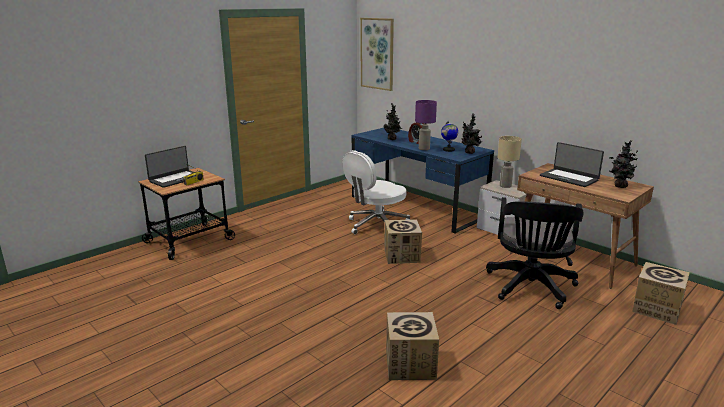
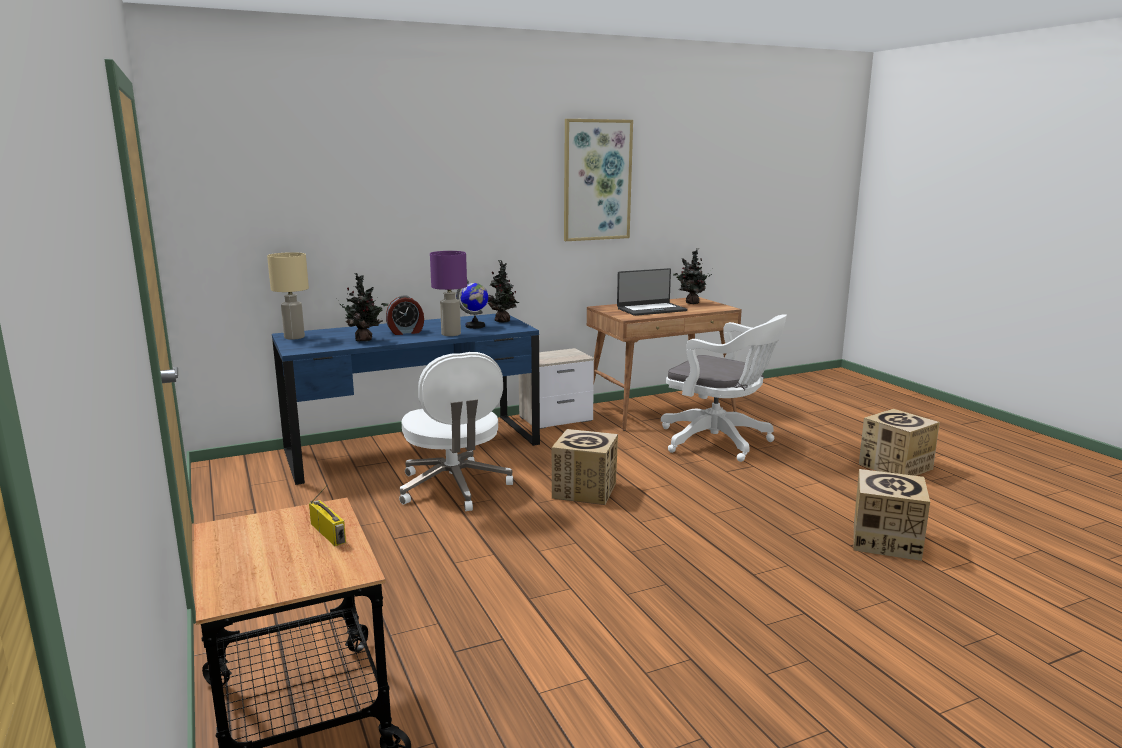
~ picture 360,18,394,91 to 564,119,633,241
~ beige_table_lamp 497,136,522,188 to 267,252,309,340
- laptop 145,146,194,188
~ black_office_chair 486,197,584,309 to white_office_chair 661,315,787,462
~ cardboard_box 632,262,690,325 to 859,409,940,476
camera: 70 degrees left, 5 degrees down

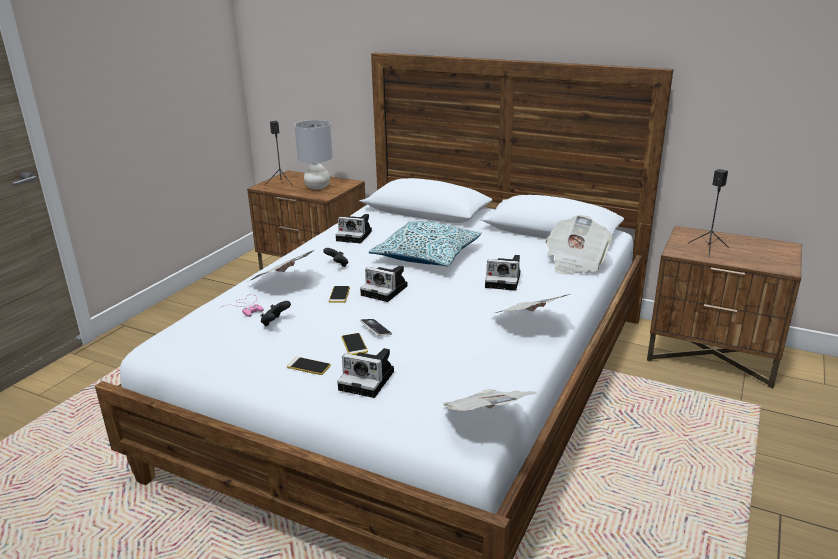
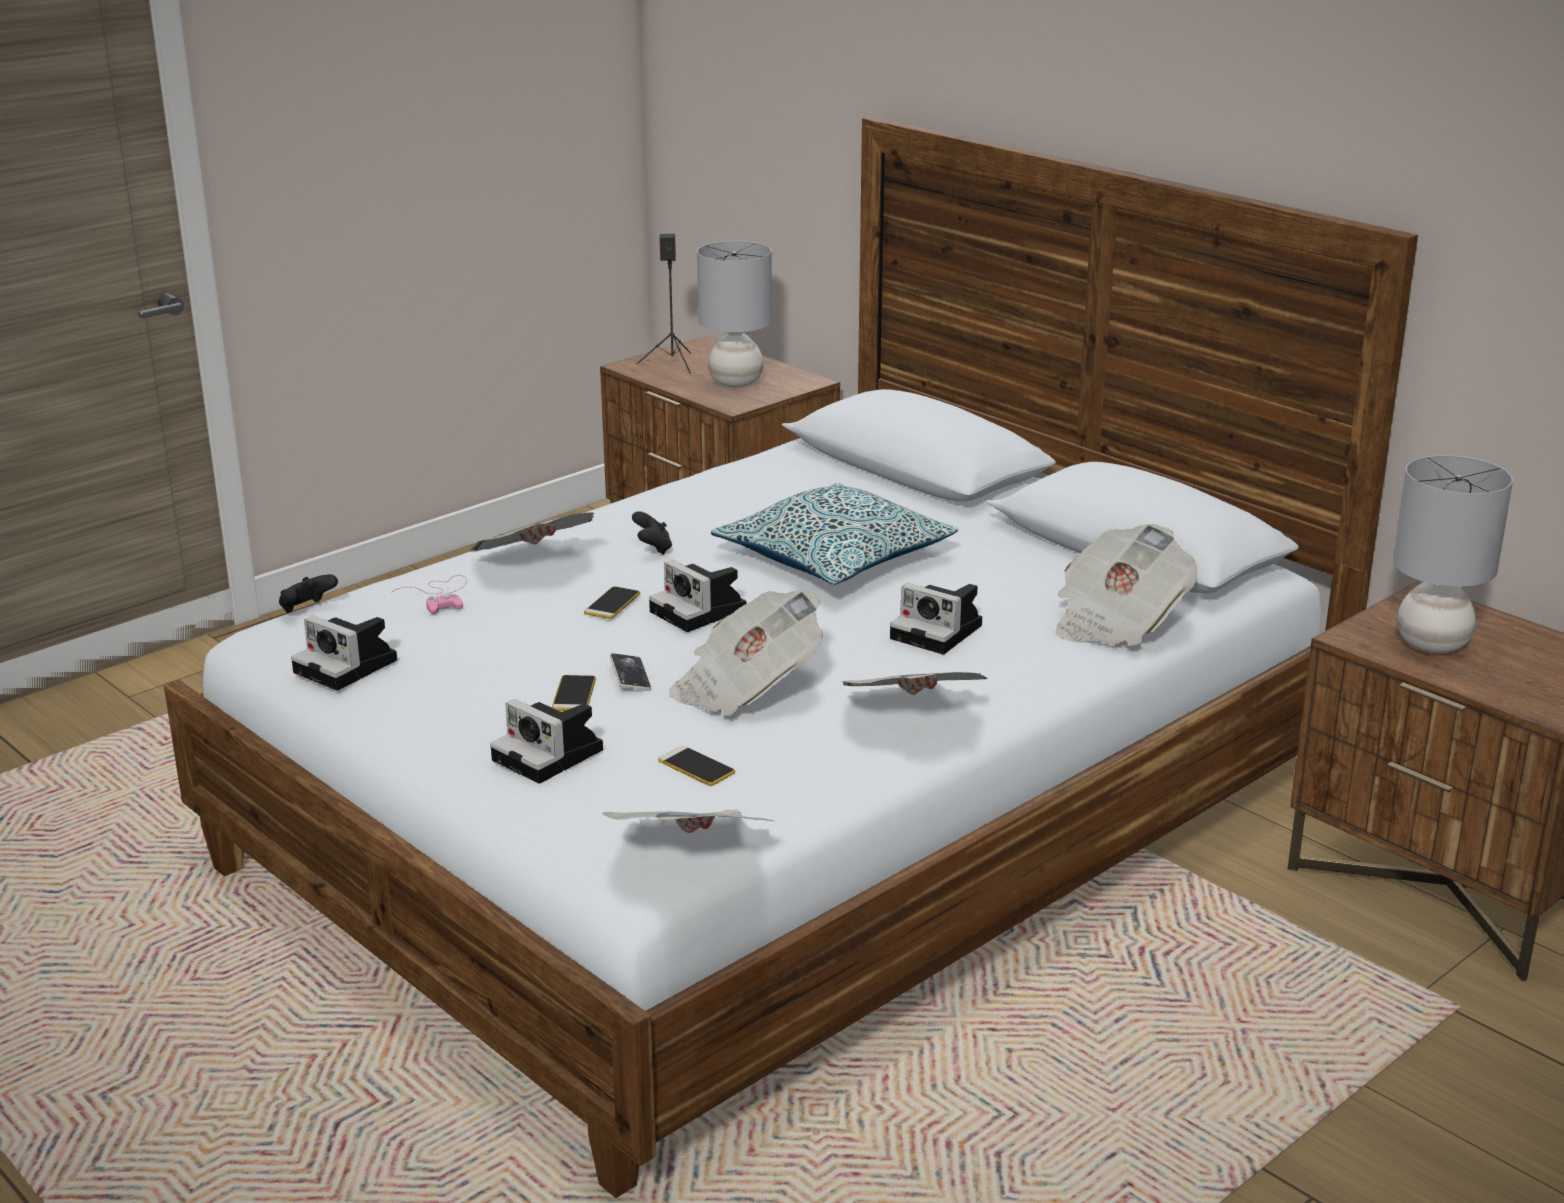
~ black_speaker 689,169,729,258 to grey_table_lamp 1393,455,1513,653
~ photo_camera 335,214,372,244 to 291,615,397,691
~ black_game_controller 261,301,291,326 to 279,574,338,613
~ phone 287,357,331,375 to 658,746,735,786
+ newspaper 669,591,823,716
camera: 20 degrees right, 0 degrees up

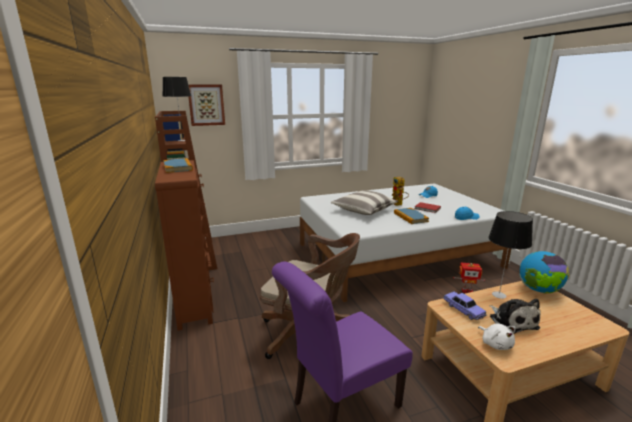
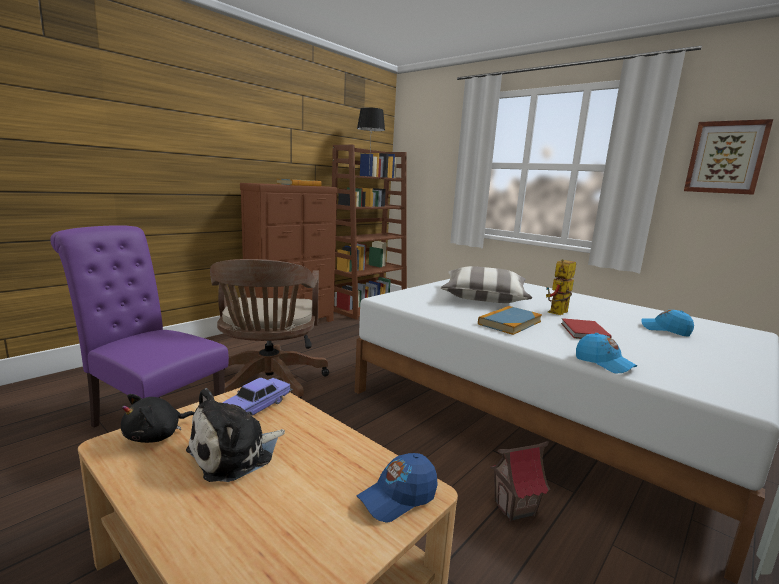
~ picture 188,84,225,126 to 684,119,773,195
- table_lamp 488,211,533,299
~ globe 519,251,569,293 to blue_cap 356,453,438,523
~ toy_robot 453,263,485,293 to toy_house 490,442,550,522
~ white_plush_toy 478,323,516,350 to black_plush_toy 121,394,195,443
camera: 60 degrees right, 5 degrees down

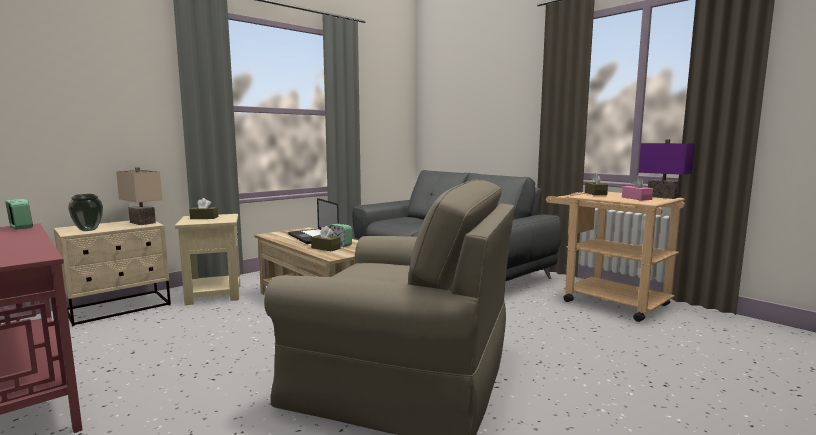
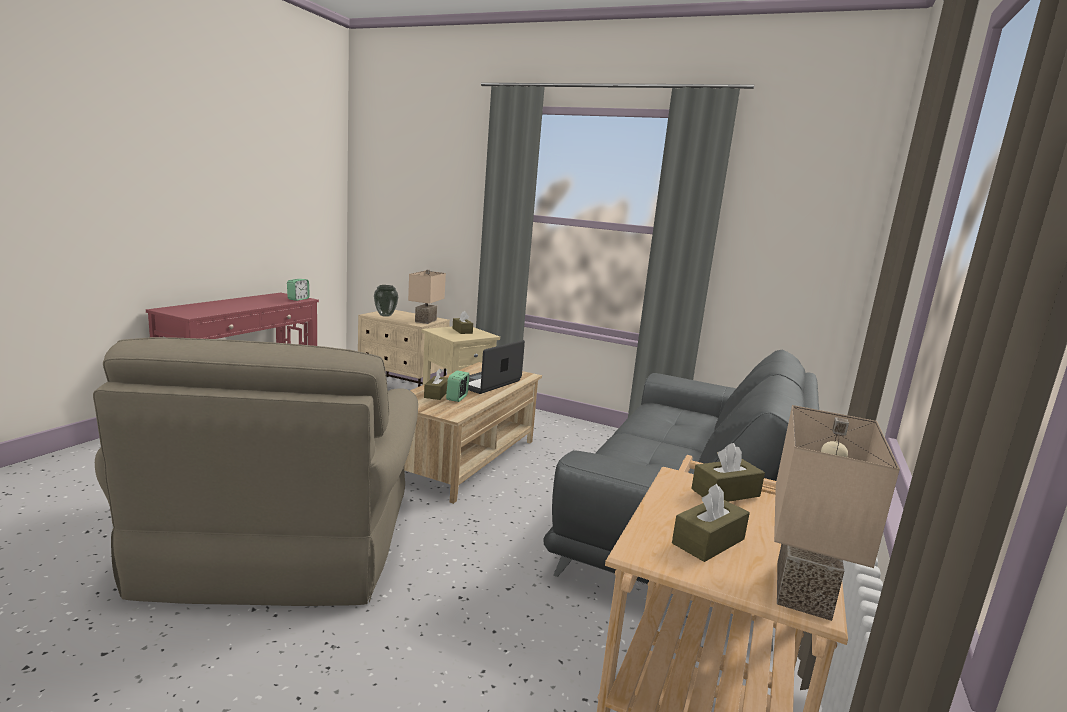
~ purple_table_lamp 638,139,695,199 to beige_table_lamp 774,405,900,621
~ pink_tissue_box 622,176,653,200 to brown_tissue_box 672,484,750,562
camera: 65 degrees right, 5 degrees up

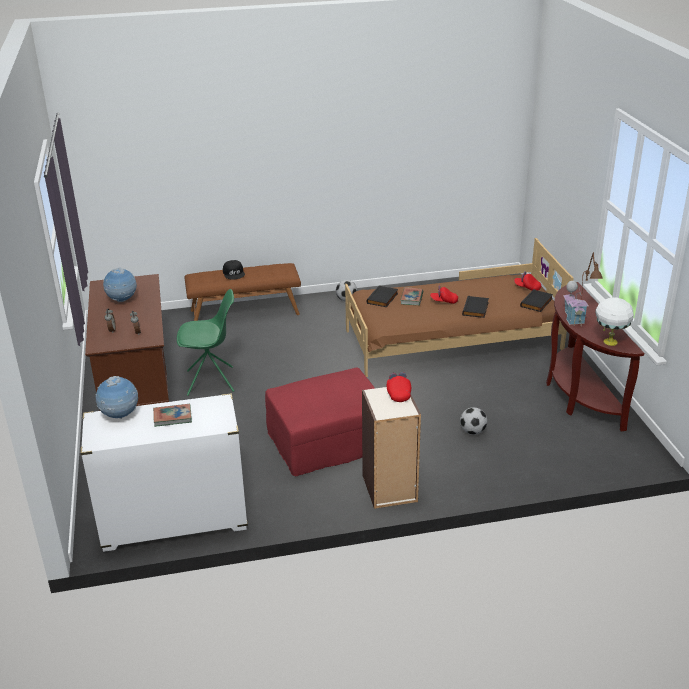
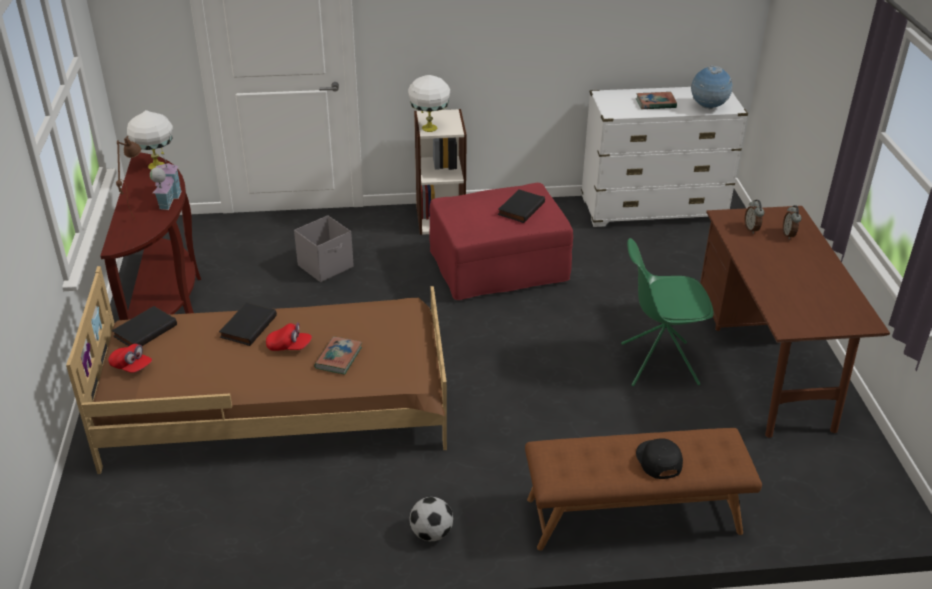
- globe 103,267,137,302
~ black_book 367,285,398,307 to 498,189,545,223
~ red_cap 387,372,411,402 to white_table_lamp 408,75,450,132
~ football 460,407,487,435 to grey_storage_box 294,215,354,282
camera: 175 degrees left, 5 degrees up

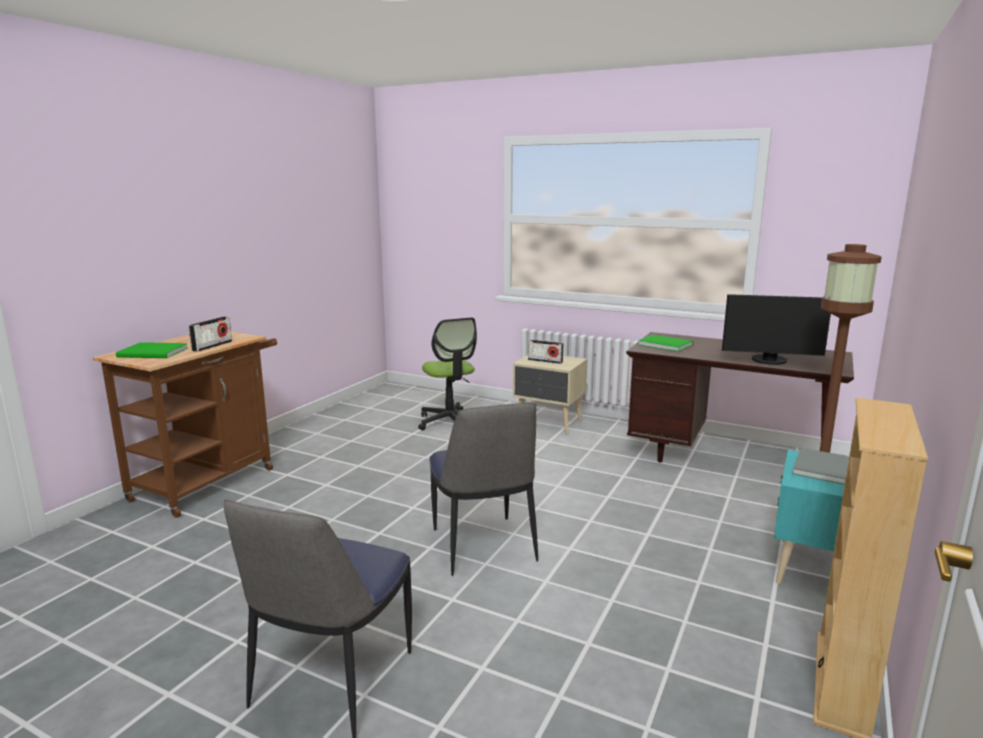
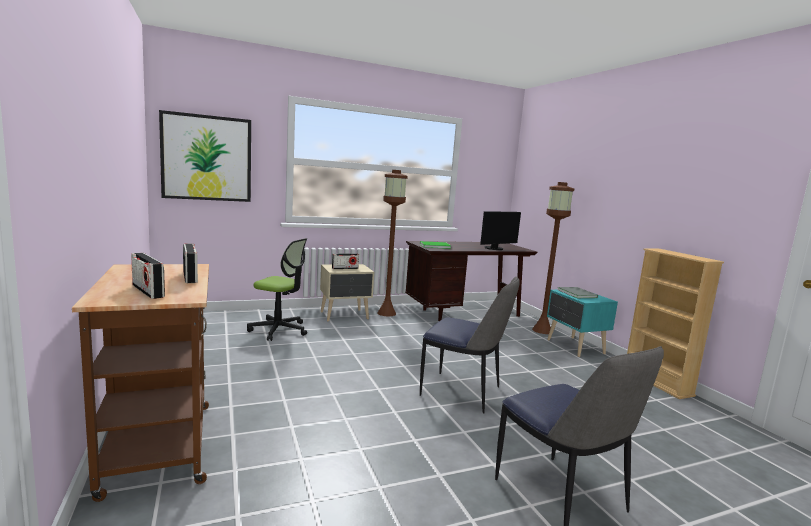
~ green_book 116,342,188,358 to radio 131,253,165,299
+ picture 159,110,251,202
+ brown_floor_lamp 378,170,408,316
camera: 50 degrees left, 5 degrees down

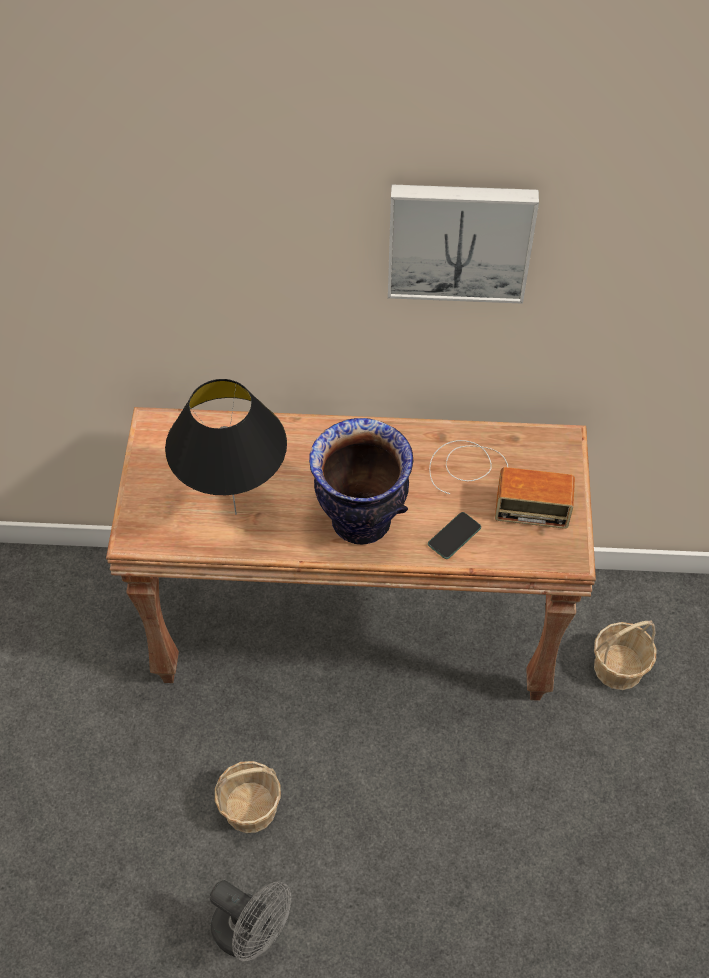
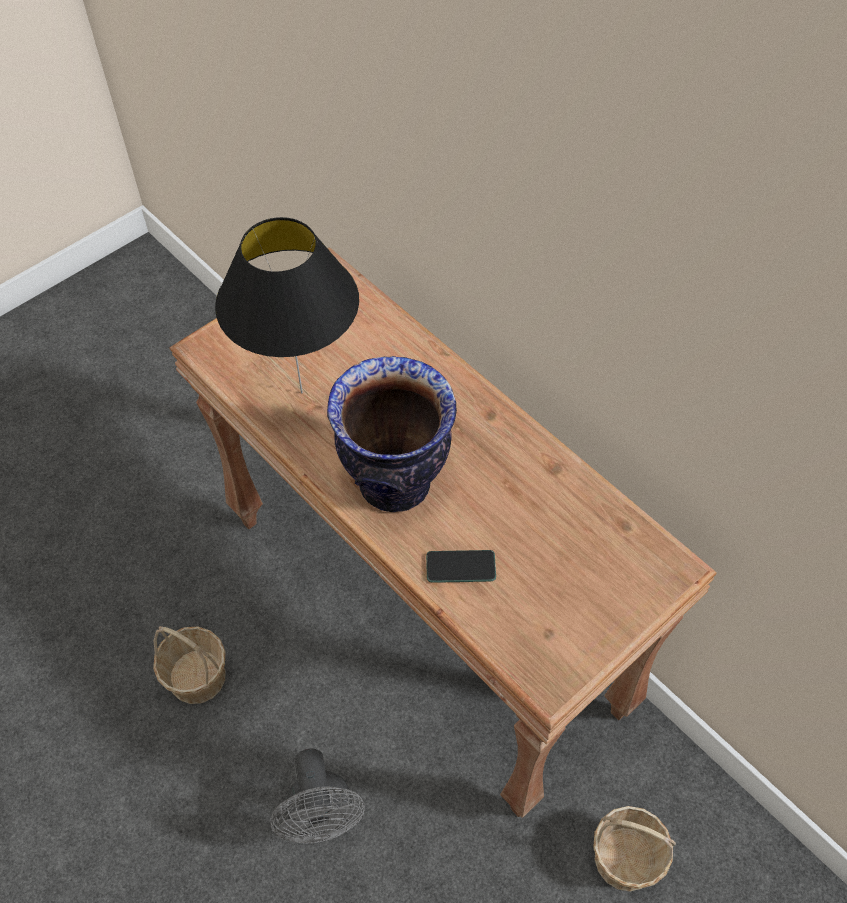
- picture 388,184,539,304
- radio 429,440,575,529
~ grey_fan 210,880,291,961 to 270,748,365,843
camera: 45 degrees right, 0 degrees up

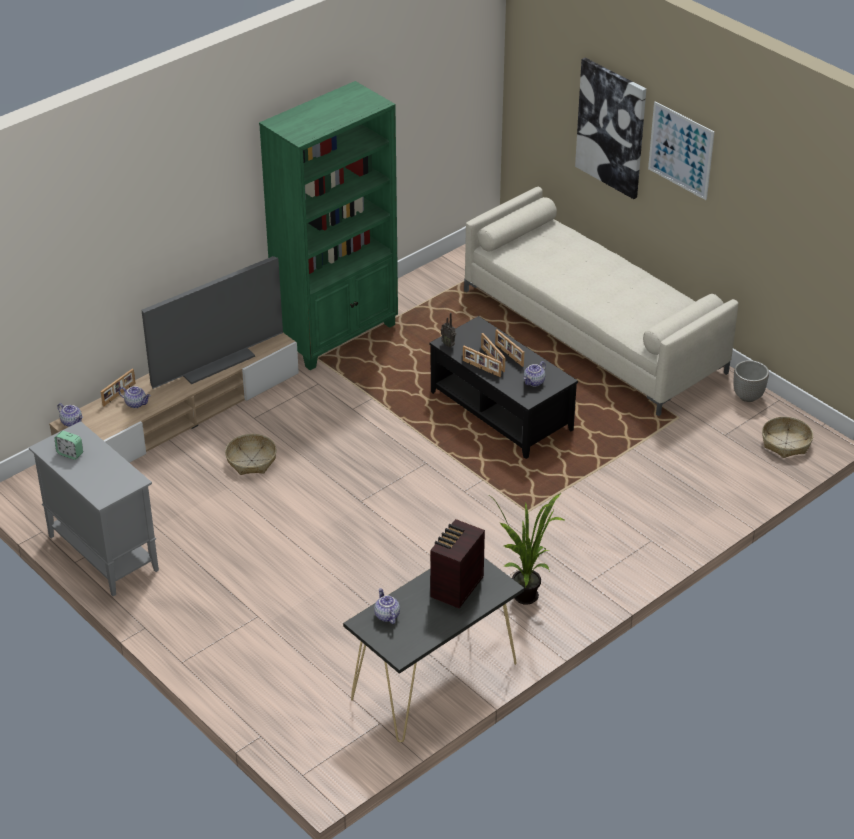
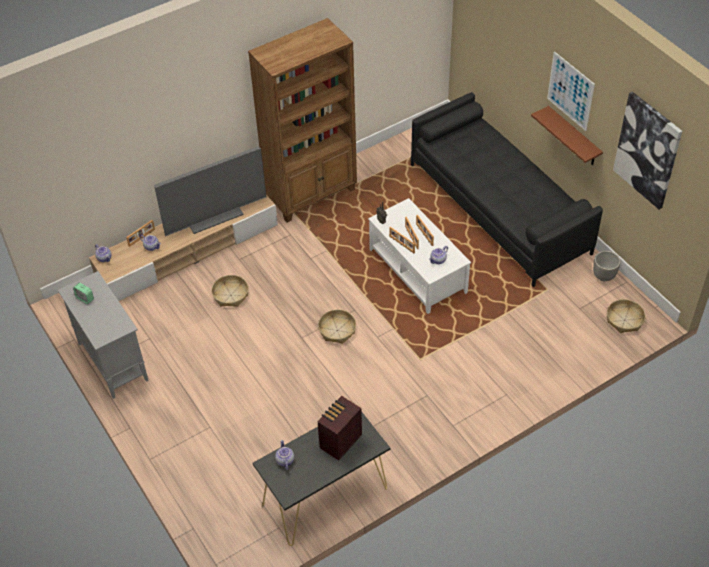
~ picture 575,58,646,199 to 613,91,682,209
~ green_bookcase 259,81,398,370 to brown_bookcase 248,18,357,222
~ beige_sofa 464,187,738,416 to black_sofa 411,92,603,287
~ black_coffee_table 429,316,578,459 to white_coffee_table 368,198,471,314
- potted_plant 488,493,564,605
+ brown_shelf 531,106,603,166
+ basket 318,309,356,344
camera: 10 degrees right, 10 degrees up

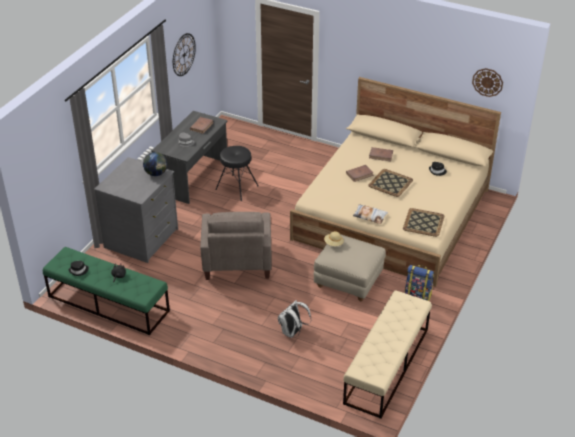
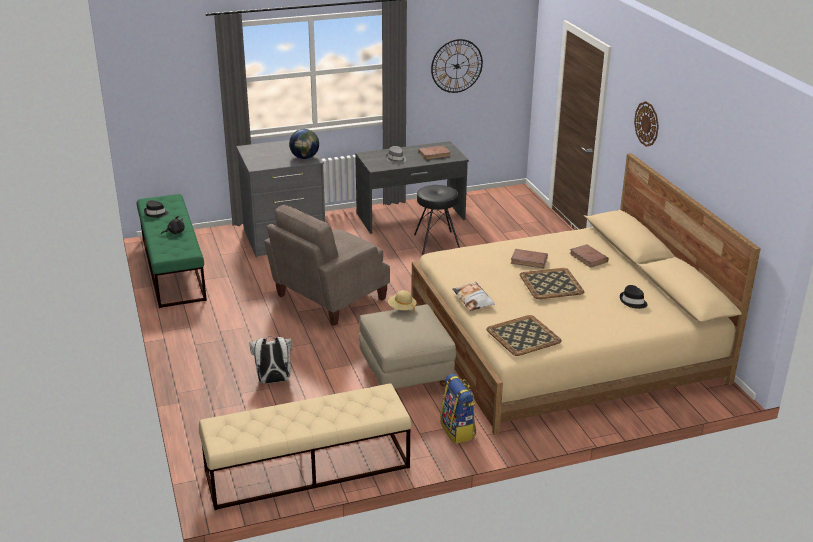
~ wall_clock 472,68,503,97 to 634,101,659,147
camera: 45 degrees right, 10 degrees down

